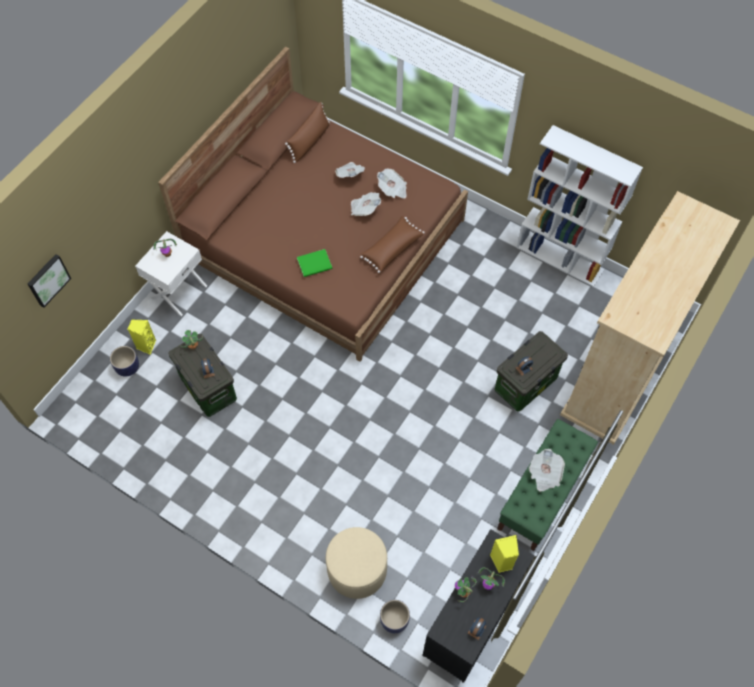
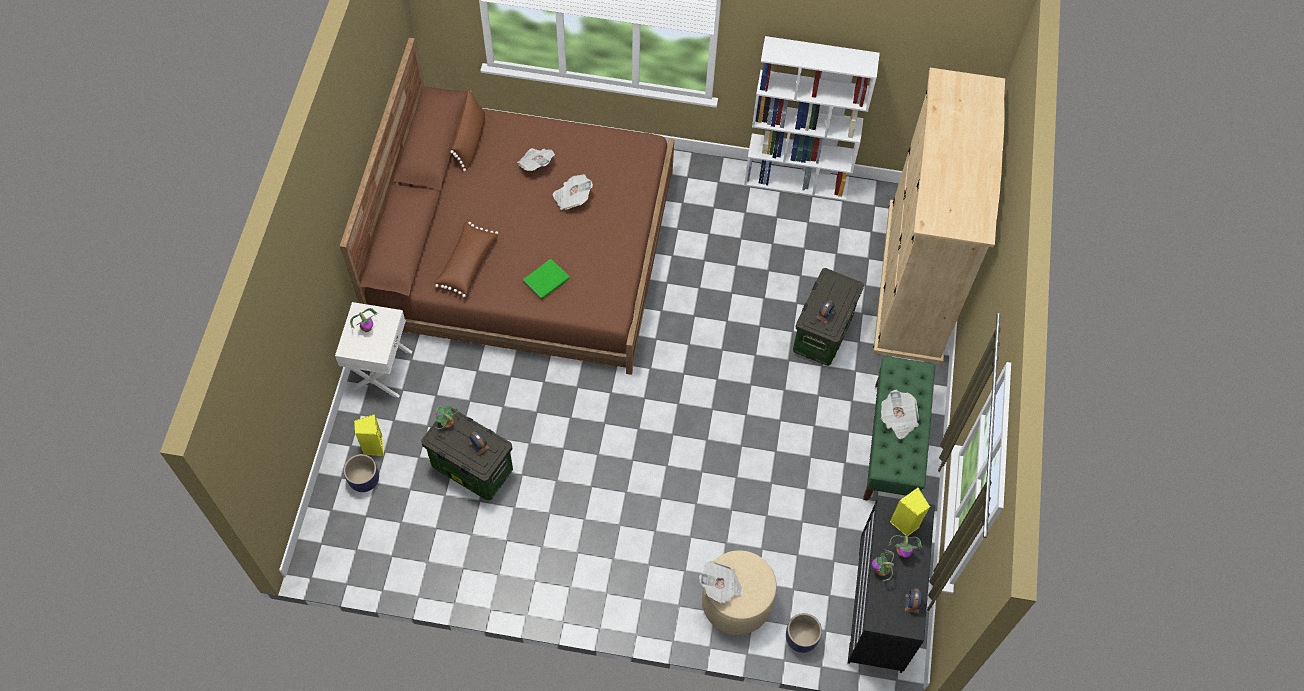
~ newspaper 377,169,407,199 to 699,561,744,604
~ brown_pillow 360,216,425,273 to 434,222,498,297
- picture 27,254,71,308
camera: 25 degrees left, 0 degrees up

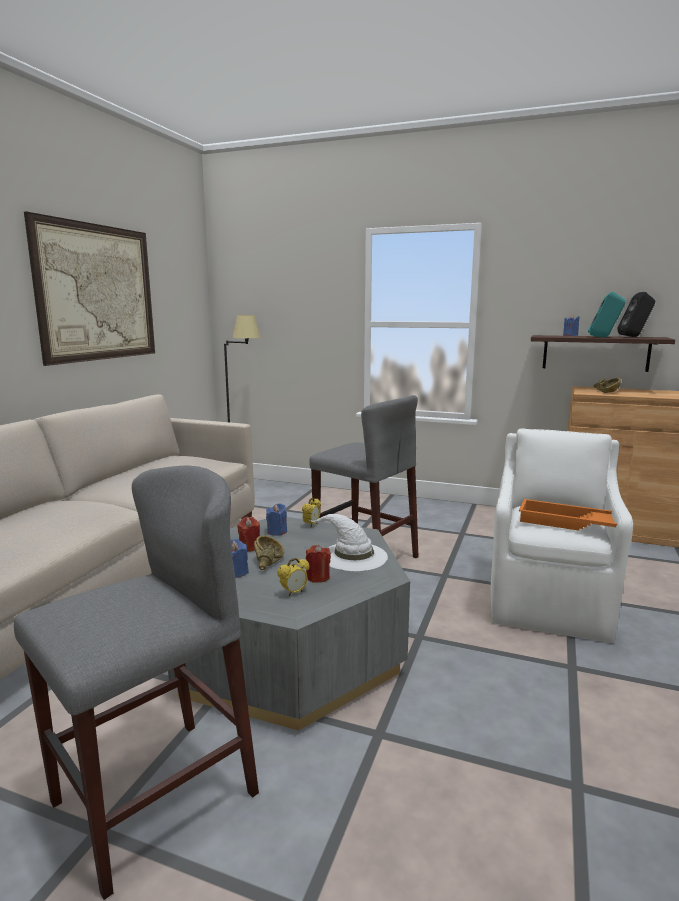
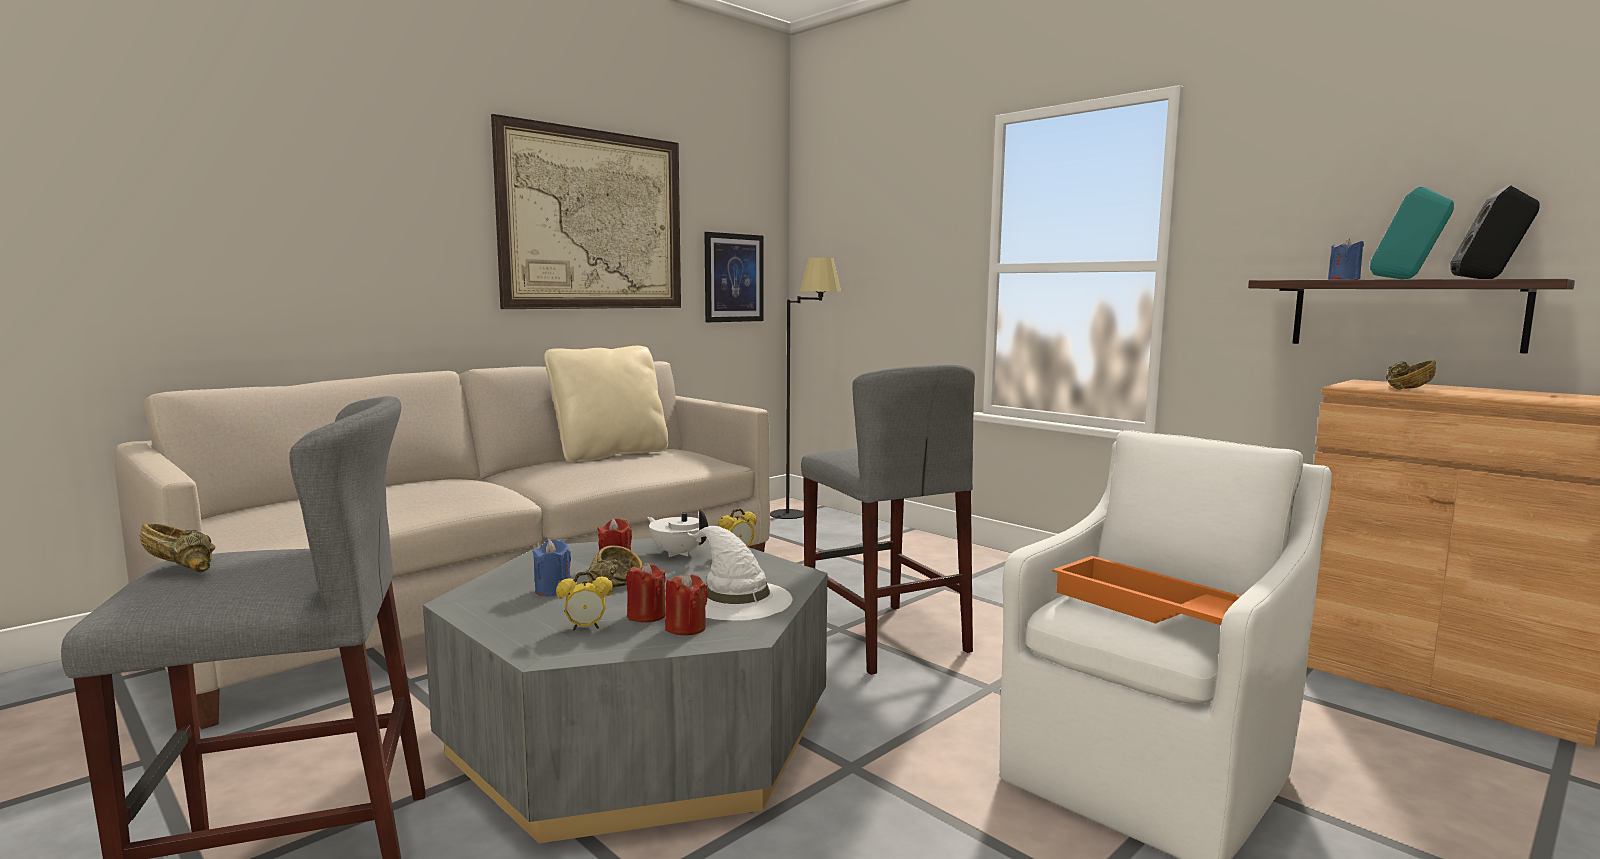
~ blue_candle 266,504,287,536 to white_teapot 647,509,708,557
+ picture 704,232,764,322
+ beige_pillow 544,346,668,463
+ brown_bowl 140,523,216,572
+ red_candle 665,573,708,635
camera: 25 degrees right, 5 degrees down

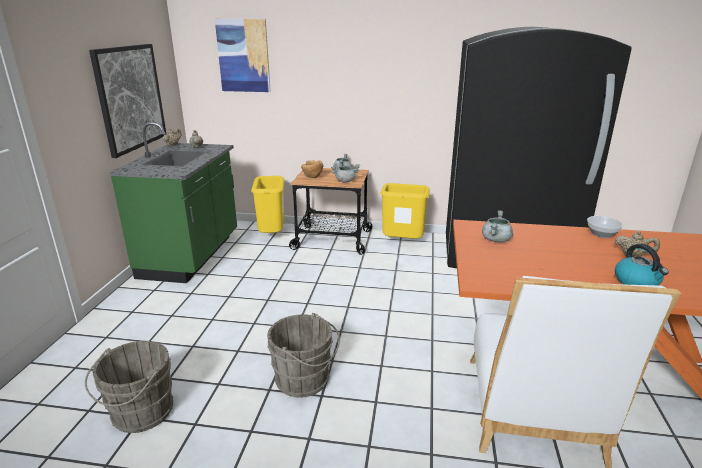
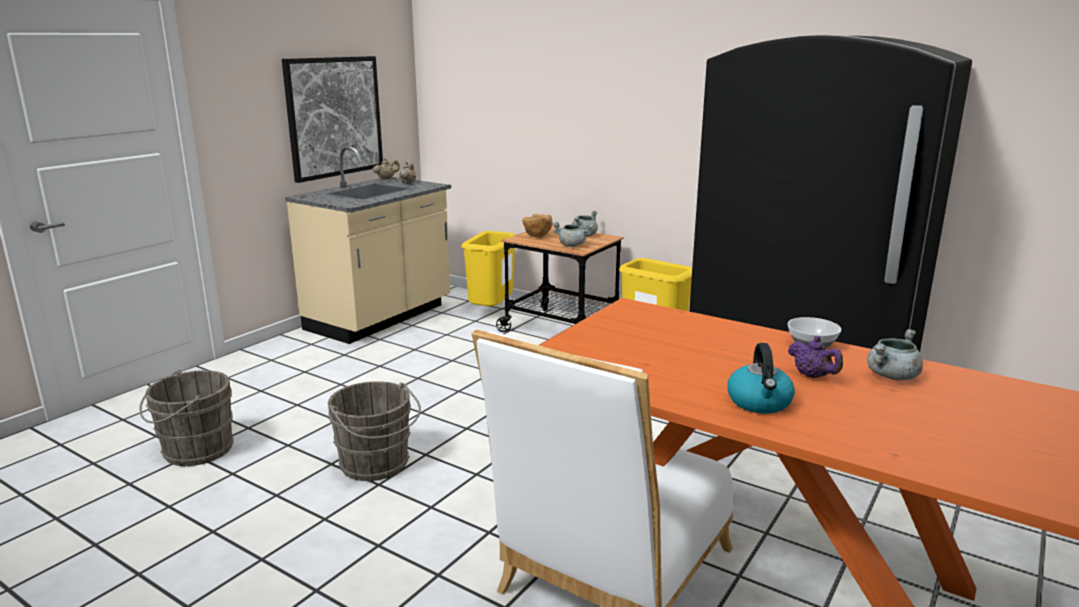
- picture 215,19,271,92
~ green_counter 109,122,237,283 to beige_counter 285,146,451,344
~ grey_cooking_pot 482,210,513,242 to 867,329,923,381
~ beige_teapot 615,231,660,257 to purple_teapot 788,336,843,378
camera: 25 degrees right, 5 degrees down

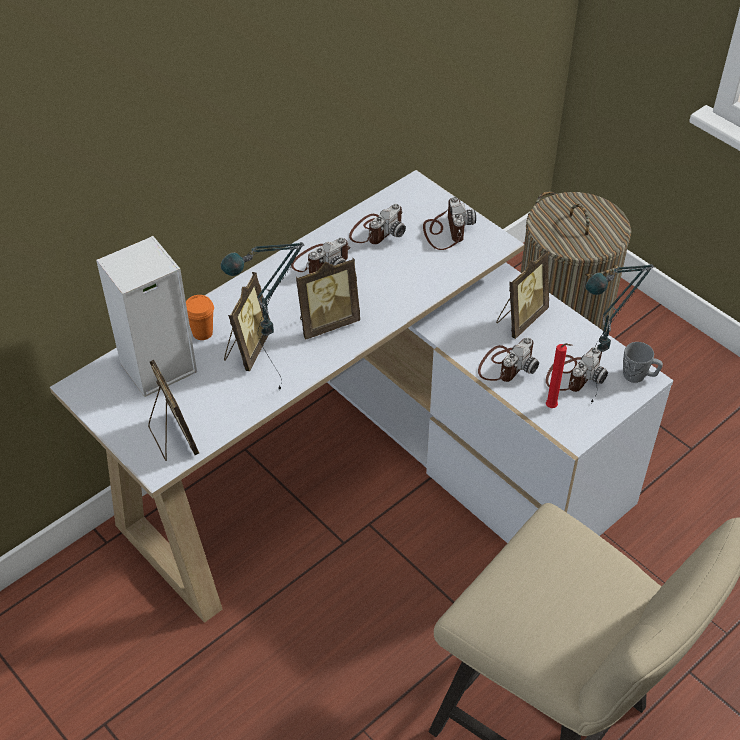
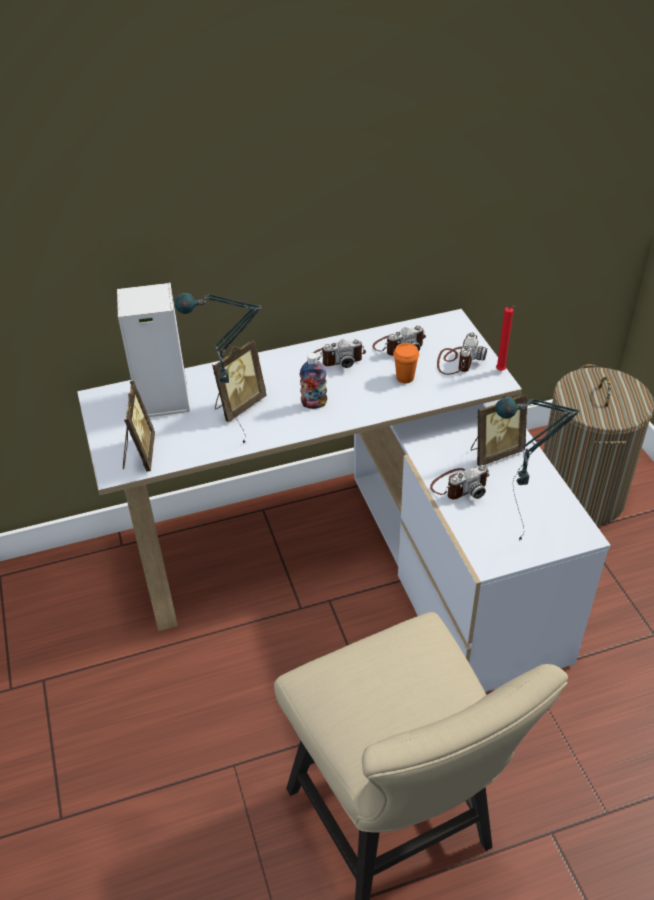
~ picture_frame 296,258,360,339 to bottle 299,353,327,409
~ orange_cup 186,295,214,340 to 393,343,419,383
- grey_mug 623,342,663,383
~ red_candle 546,343,572,408 to 496,306,516,371
- photo_camera 546,347,608,392
camera: 25 degrees right, 5 degrees down

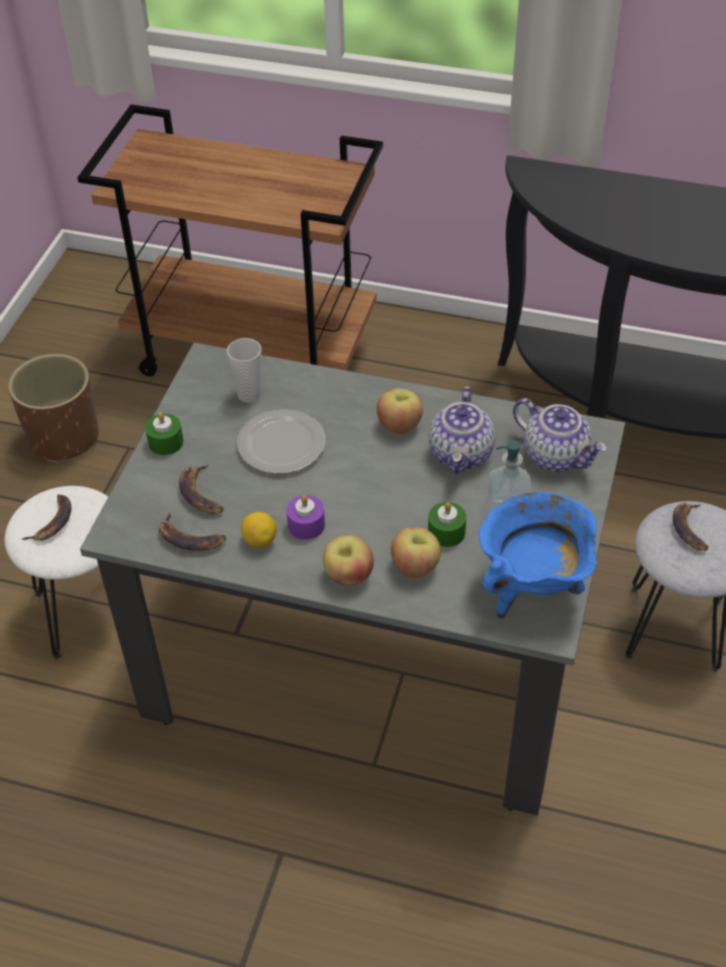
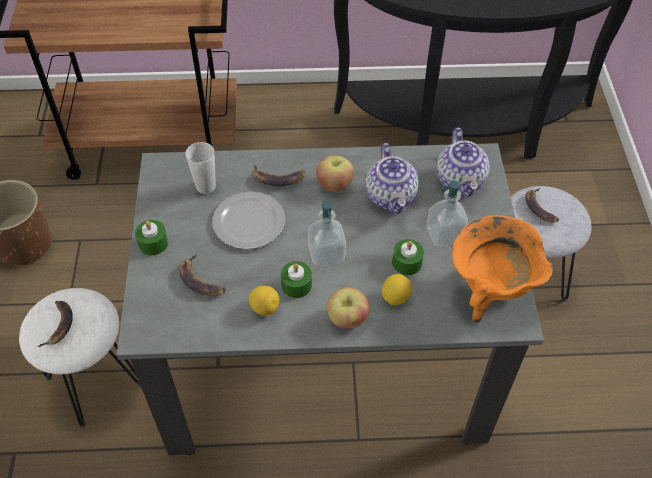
~ teapot 513,398,607,472 = 437,128,490,198 60 degrees clockwise
~ blue_cooking_pot 479,492,598,618 to orange_cooking_pot 452,215,553,323
~ purple_candle 286,495,325,540 to green_candle 281,261,312,298
~ banana 158,512,226,550 to 253,164,306,186
~ apple 391,527,441,578 to lemon 382,274,412,306
+ soap_dispenser 308,201,346,267
camera: 20 degrees left, 5 degrees up

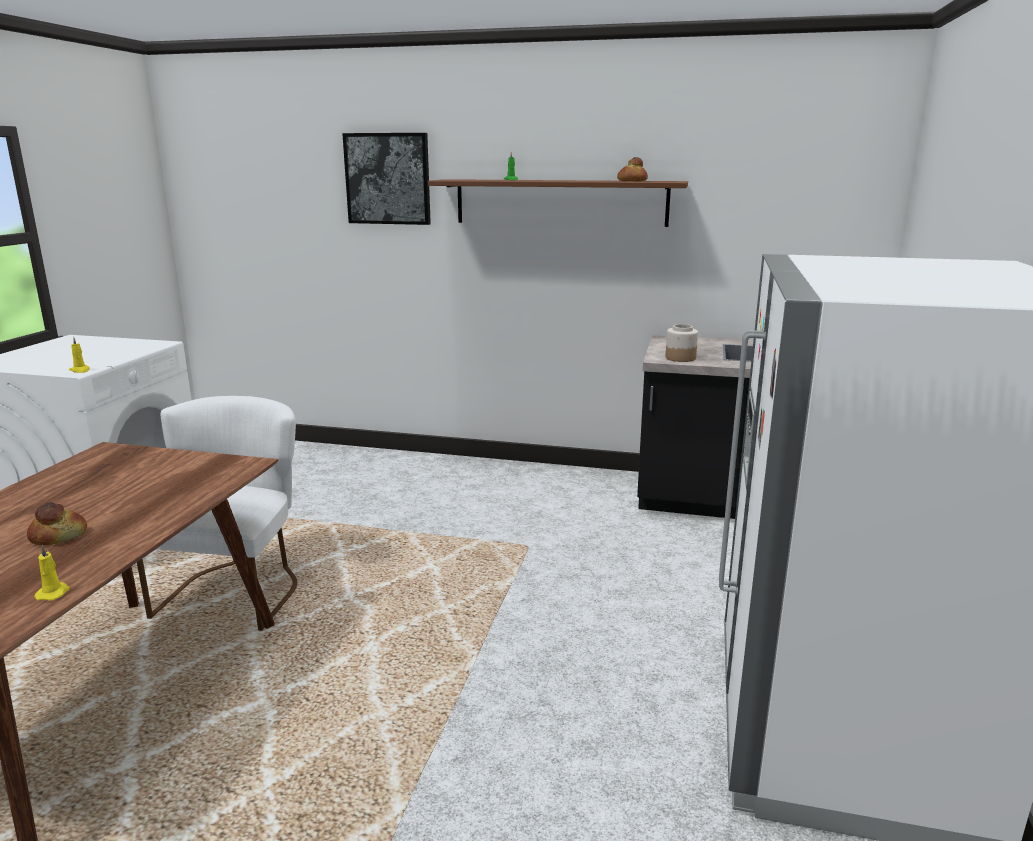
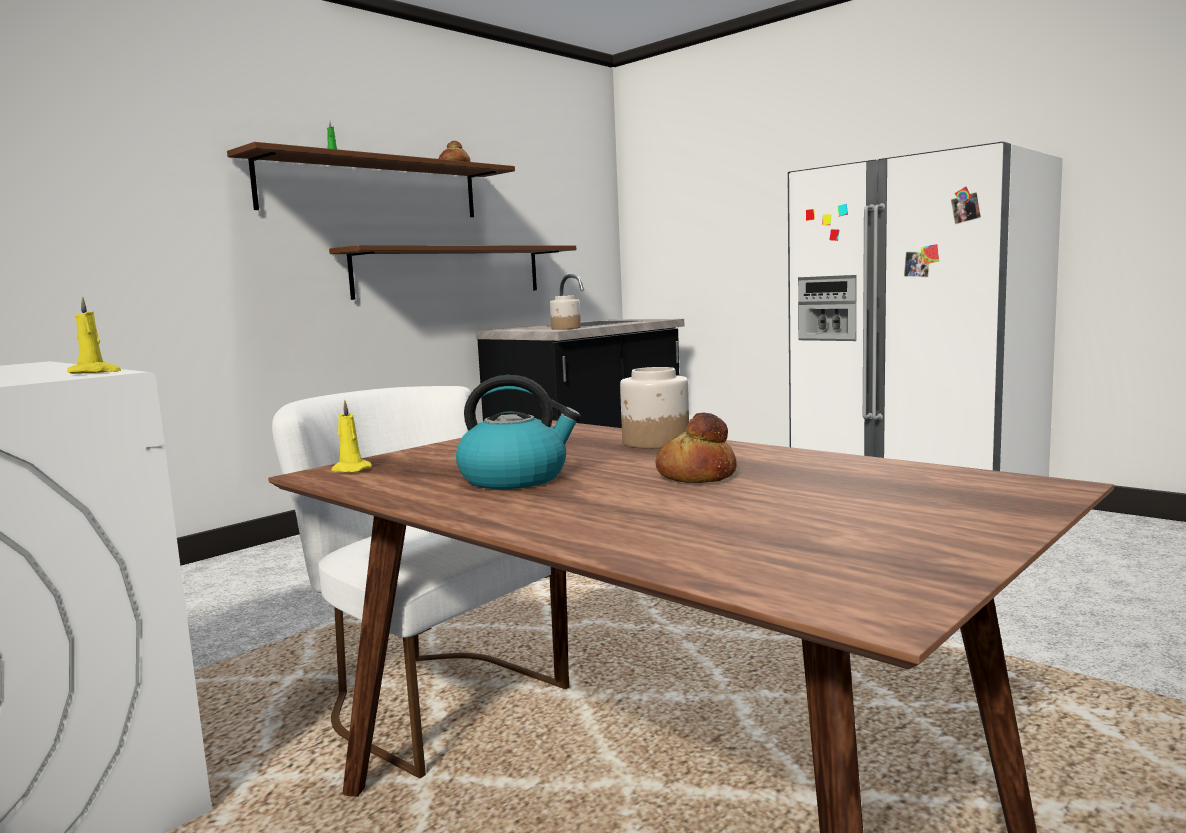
- picture 342,133,431,225
~ yellow_candle 35,545,70,601 to 331,400,372,473
+ brown_shelf 329,245,576,300
+ jar 620,367,689,449
+ kettle 456,375,581,489
camera: 60 degrees left, 10 degrees down

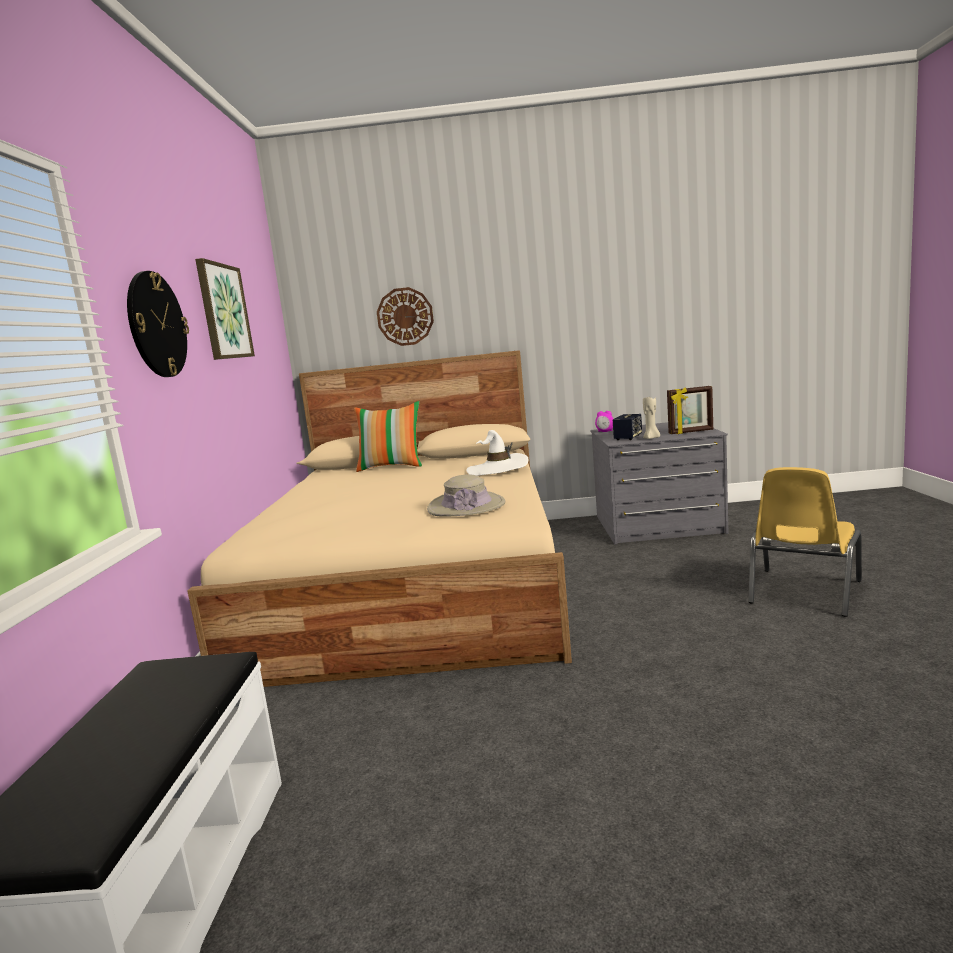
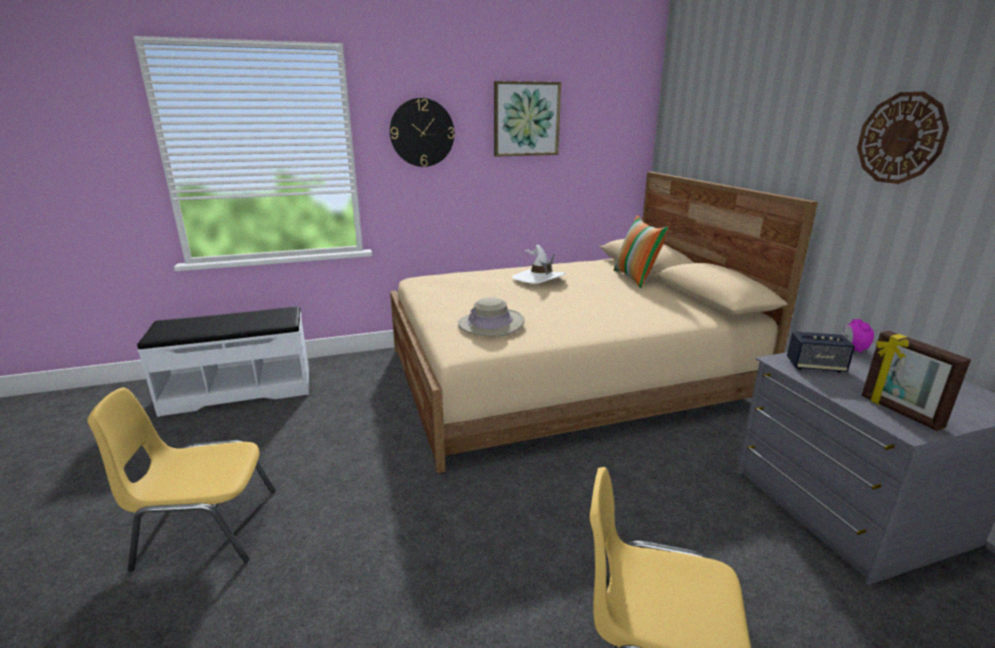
~ wall_clock 377,287,434,346 to 857,92,949,184
- beige_candle 643,397,660,439
~ white_hat 466,430,528,476 to 512,245,565,284
+ yellow_chair 87,387,275,571
camera: 70 degrees right, 10 degrees up

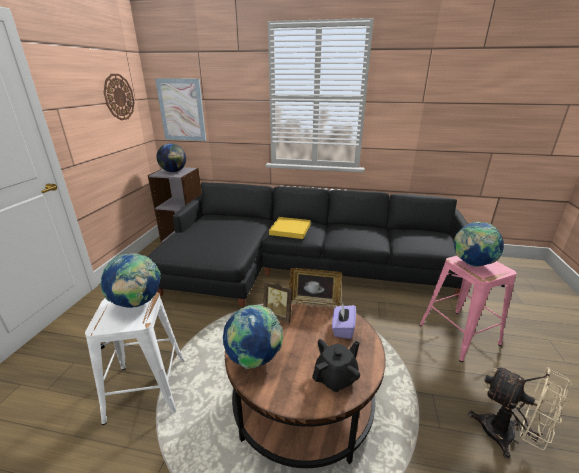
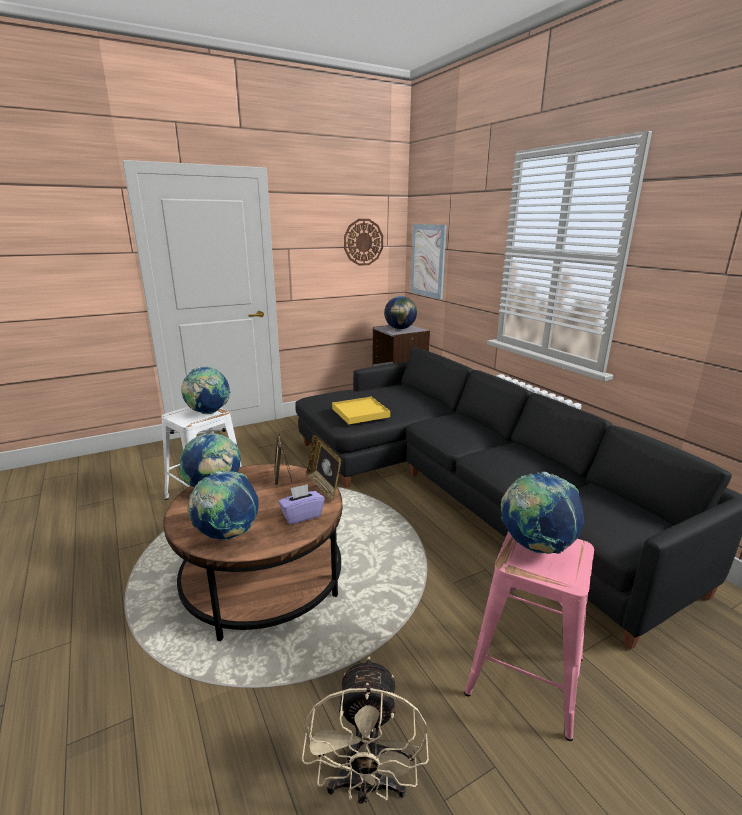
~ yellow_tray 269,217,311,239 to 332,397,390,425
~ black_teapot 312,339,360,392 to globe 187,471,259,540
camera: 50 degrees right, 5 degrees down

